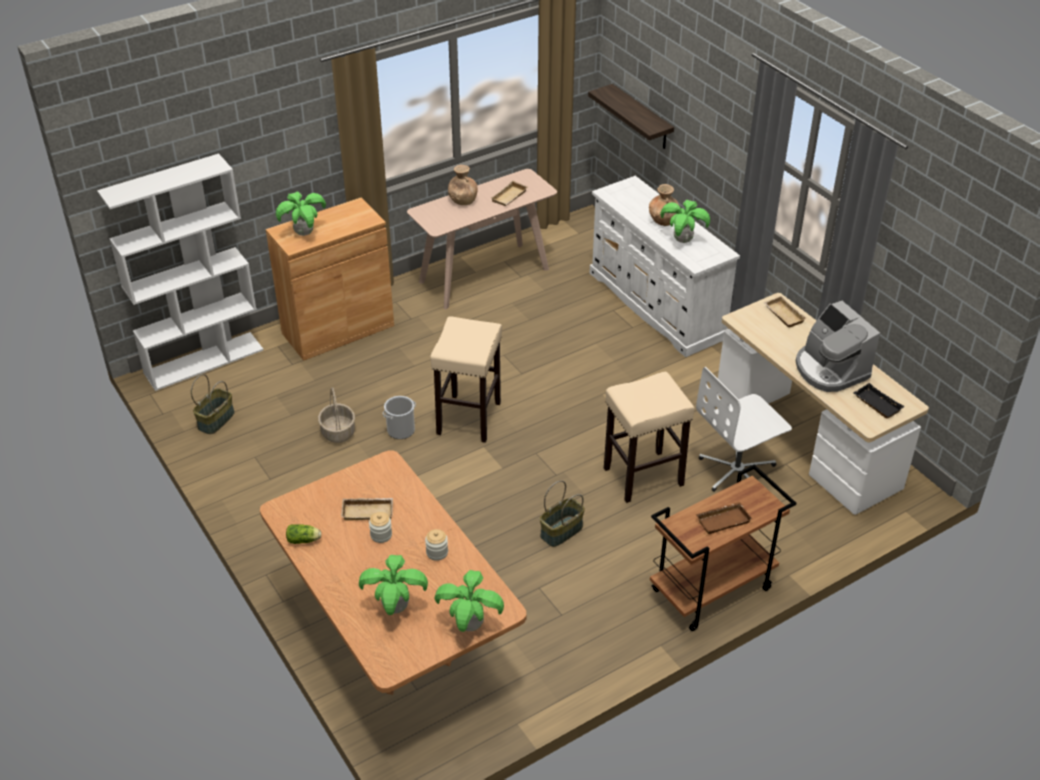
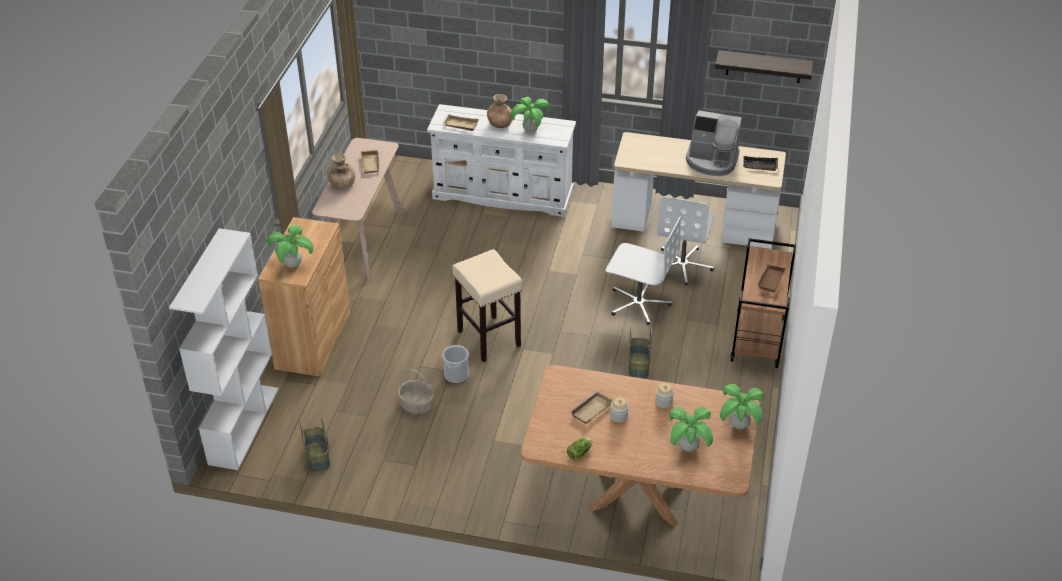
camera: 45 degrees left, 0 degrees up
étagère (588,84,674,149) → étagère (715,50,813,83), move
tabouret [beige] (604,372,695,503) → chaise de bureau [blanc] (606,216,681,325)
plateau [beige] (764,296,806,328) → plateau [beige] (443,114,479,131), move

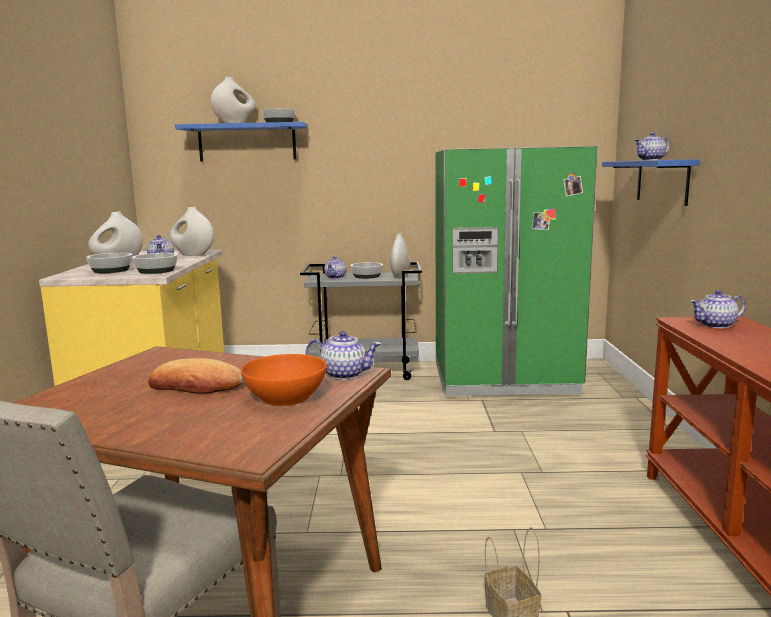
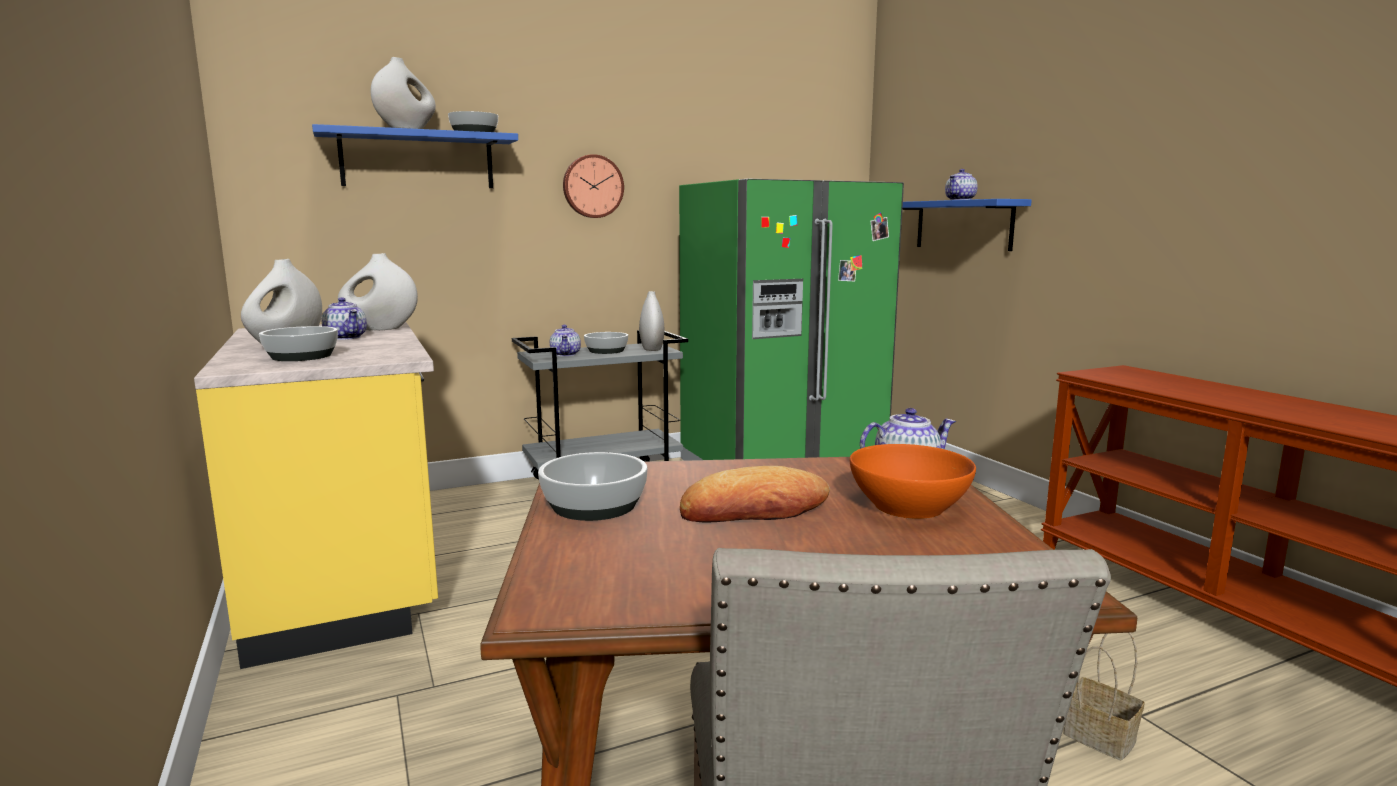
camera: 25 degrees left, 0 degrees up
bol (132,253,178,274) → bol (538,452,648,521), move
théière (690,290,746,328) → -
- → horloge murale (563,154,624,218)

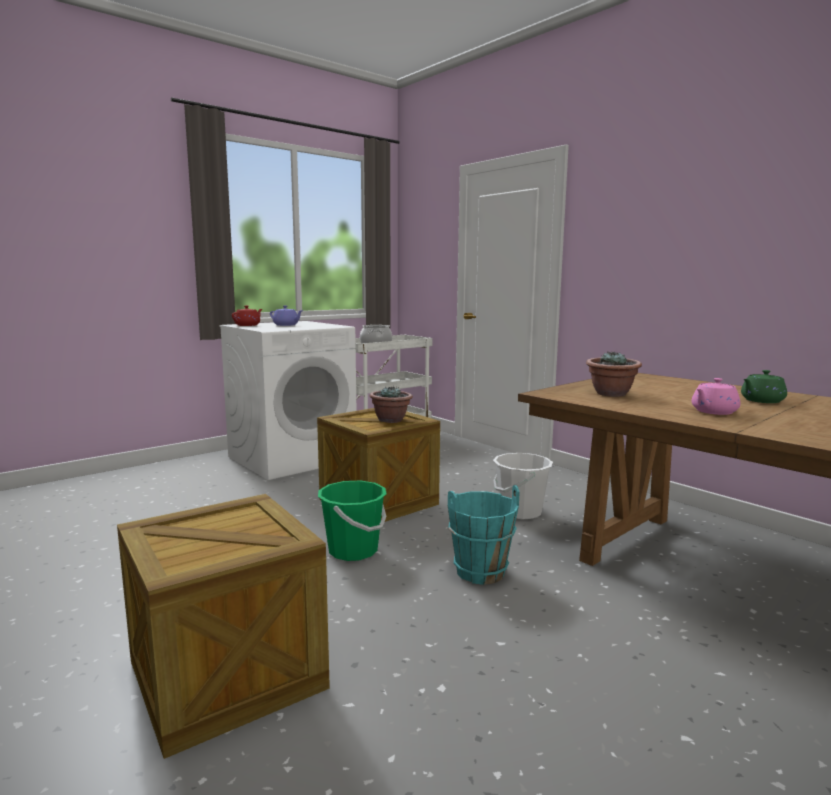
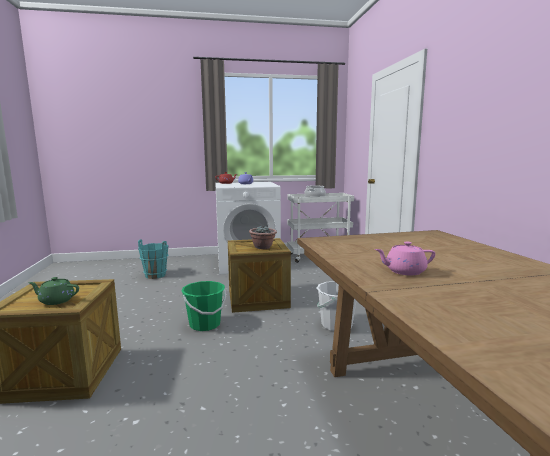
camera: 30 degrees right, 0 degrees up
seau [turquoise] (448,485,520,585) → seau [turquoise] (138,239,168,279), move
plante en pot (586,352,642,397) → -
théière [vert] (741,370,787,403) → théière [vert] (28,277,79,305), move

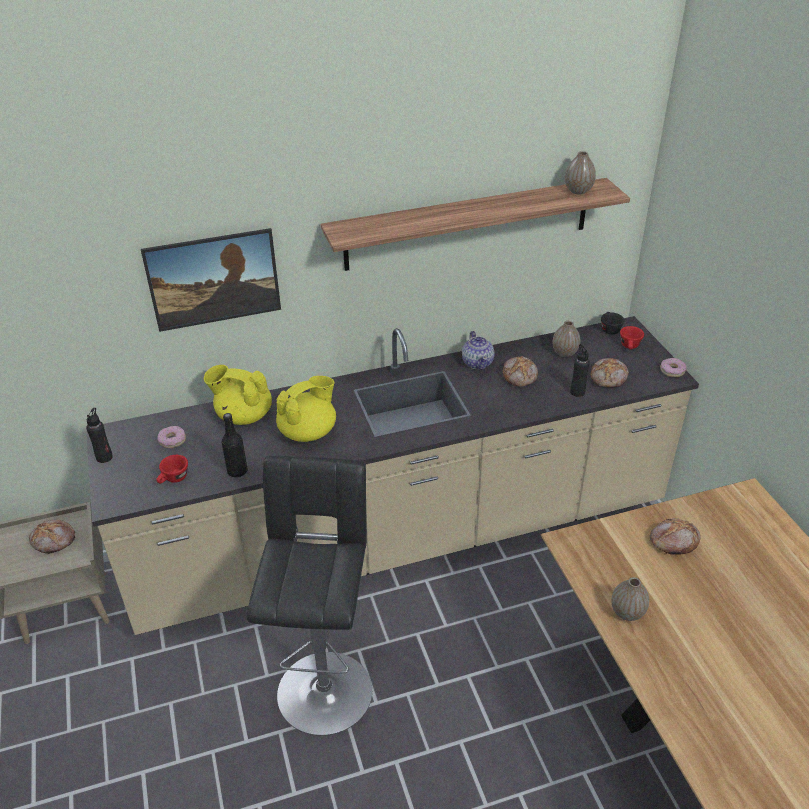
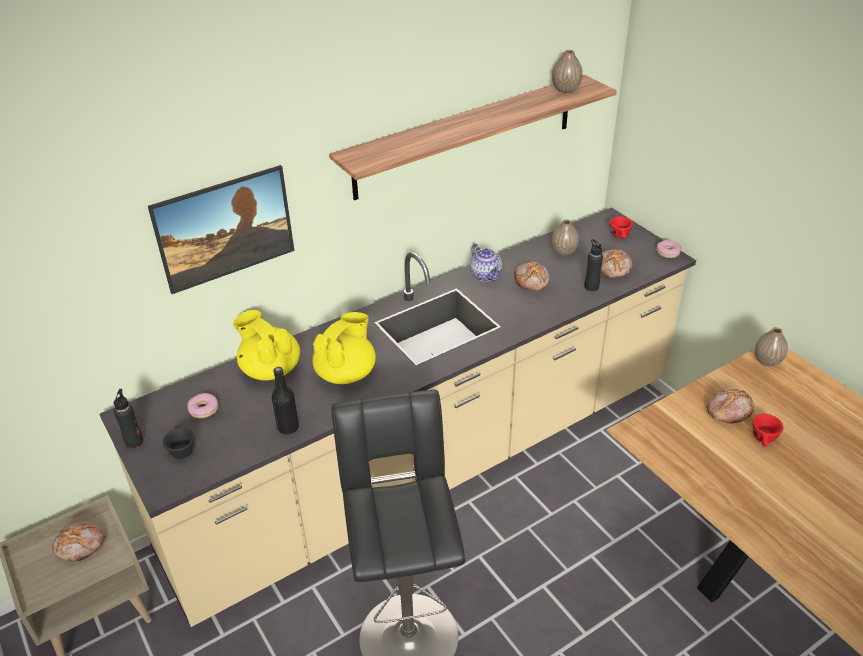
camera: 15 degrees left, 0 degrees up
tasse [rouge] (156,455,188,484) → tasse [rouge] (752,414,783,447), move
théière [jaune] (204,365,272,425) → théière [jaune] (233,310,300,381), 45 degrees clockwise
tasse [noir] (601,312,625,335) → tasse [noir] (163,426,195,459), move
vase (611,577,649,621) → vase (755,327,788,366), move

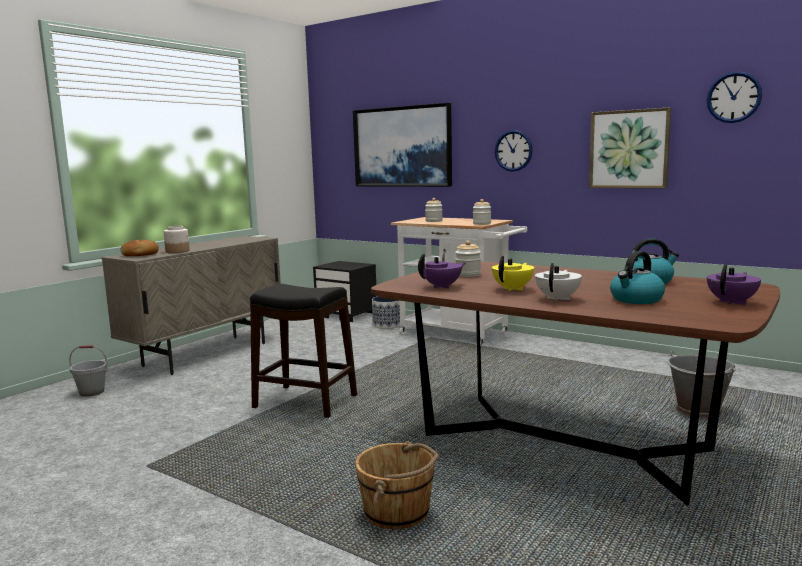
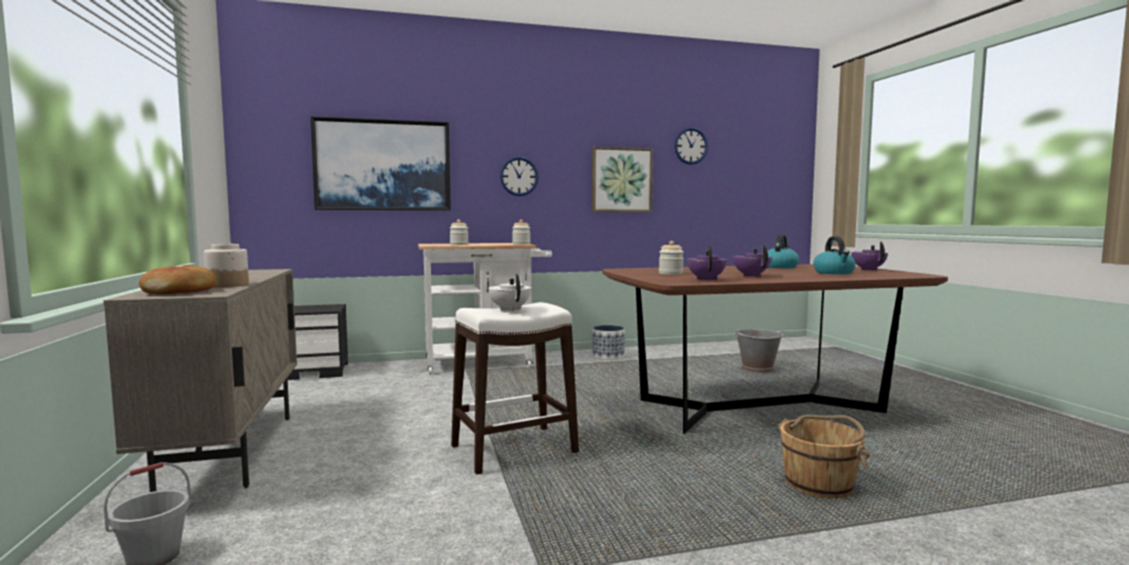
camera: 50 degrees left, 5 degrees down
tabouret [noir] (250,284,357,418) → tabouret [blanc] (451,302,579,475)
cache-pot (372,297,400,329) → cache-pot (592,325,625,360), move
théière [jaune] (492,256,534,291) → théière [violet] (733,244,771,277)
théière [blanc] (535,263,582,301) → théière [blanc] (488,274,531,311), move

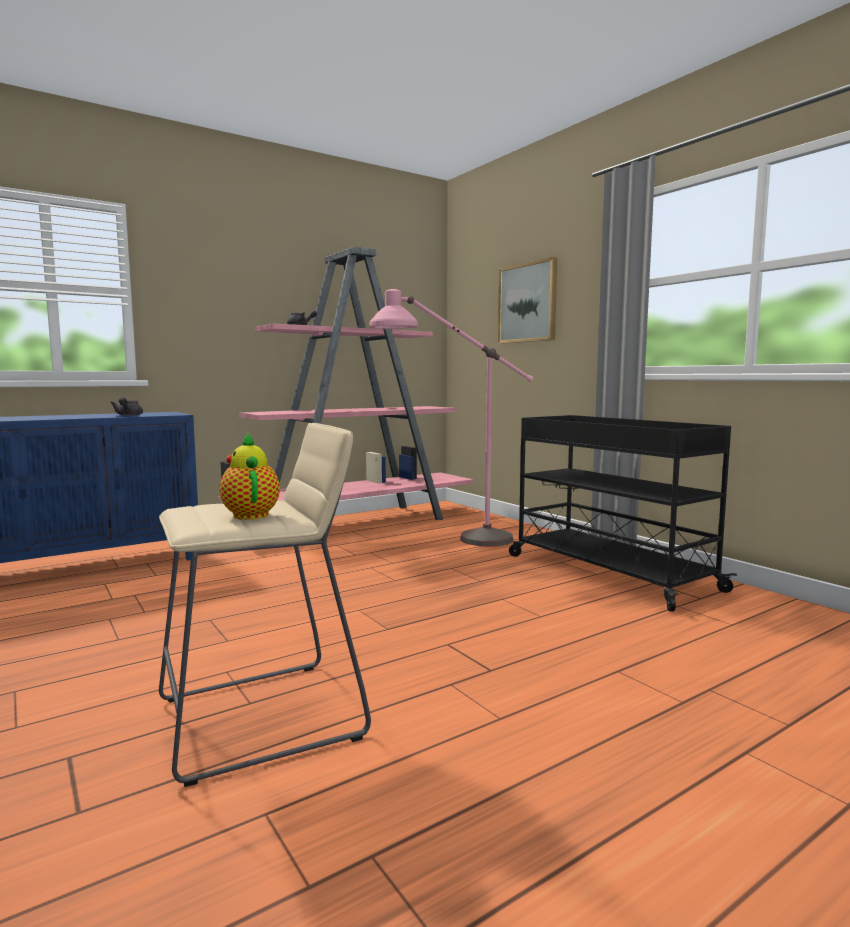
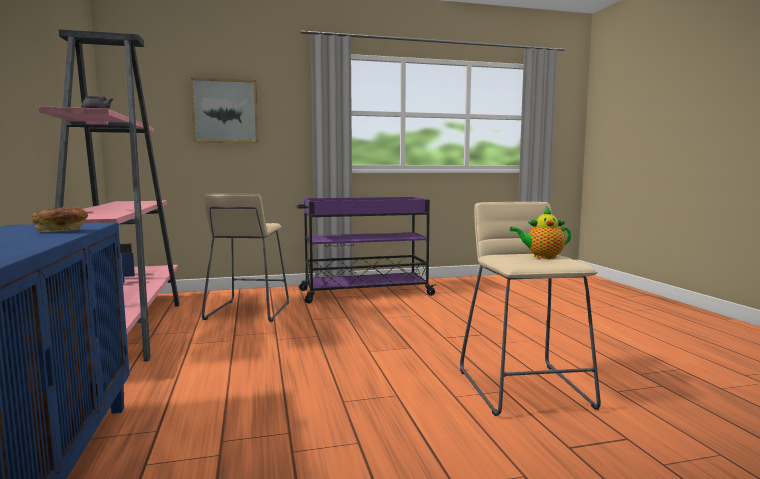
camera: 70 degrees left, 0 degrees up
théière [gris] (110,397,143,416) → pain (32,207,88,232)
lampadaire [rose] (369,289,533,547) → tabouret [beige] (202,194,289,322)
chariot [noir] (509,415,737,612) → chariot [violet] (295,197,436,304)

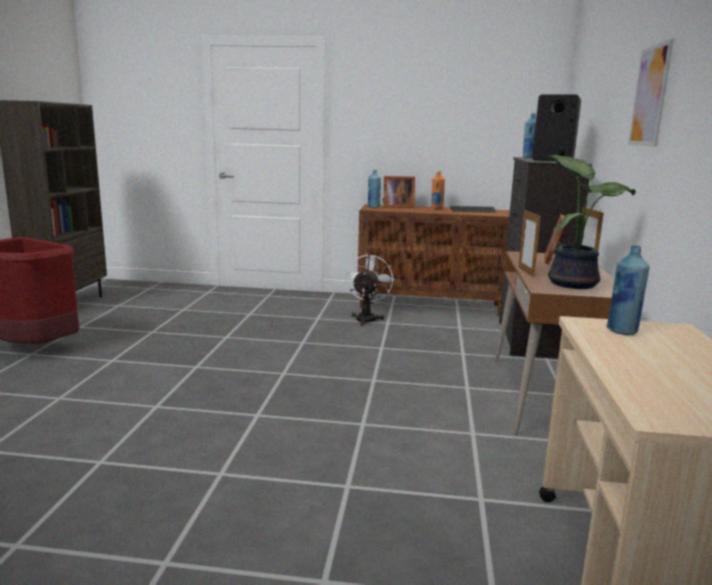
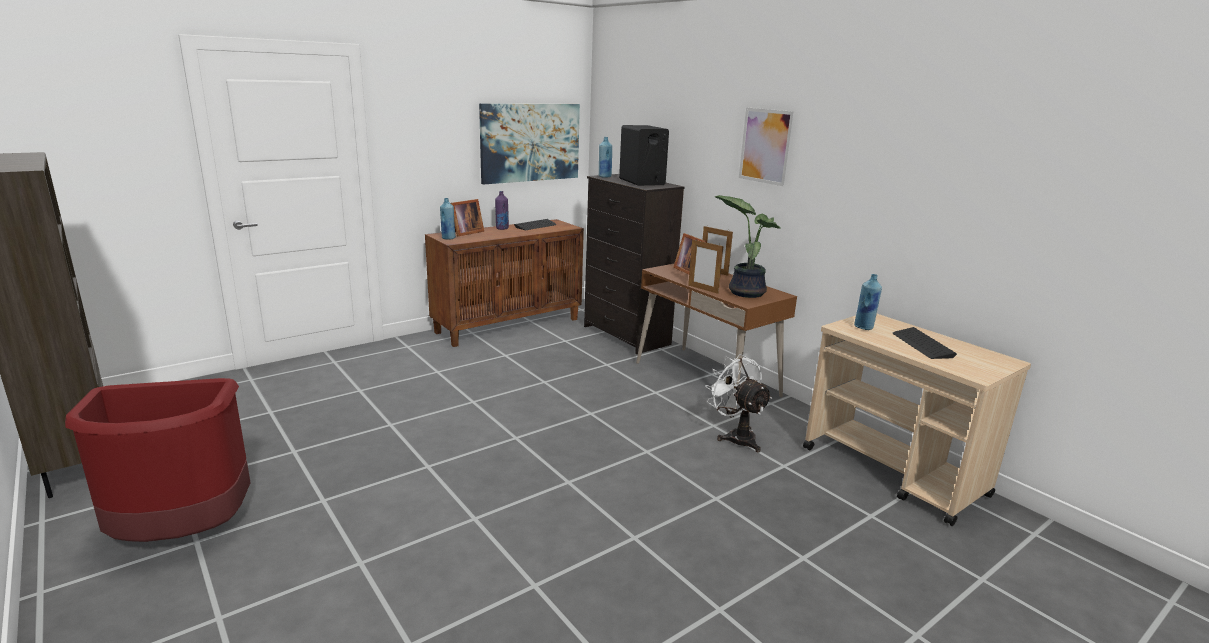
camera: 45 degrees left, 5 degrees up
ventilateur [blanc] (346,254,395,326) → ventilateur [blanc] (705,354,772,452), move
bouteille [orange] (431,171,445,209) → bouteille [violet] (495,191,509,230)
- → tableau (479,103,580,185)
- → clavier (892,327,957,359)

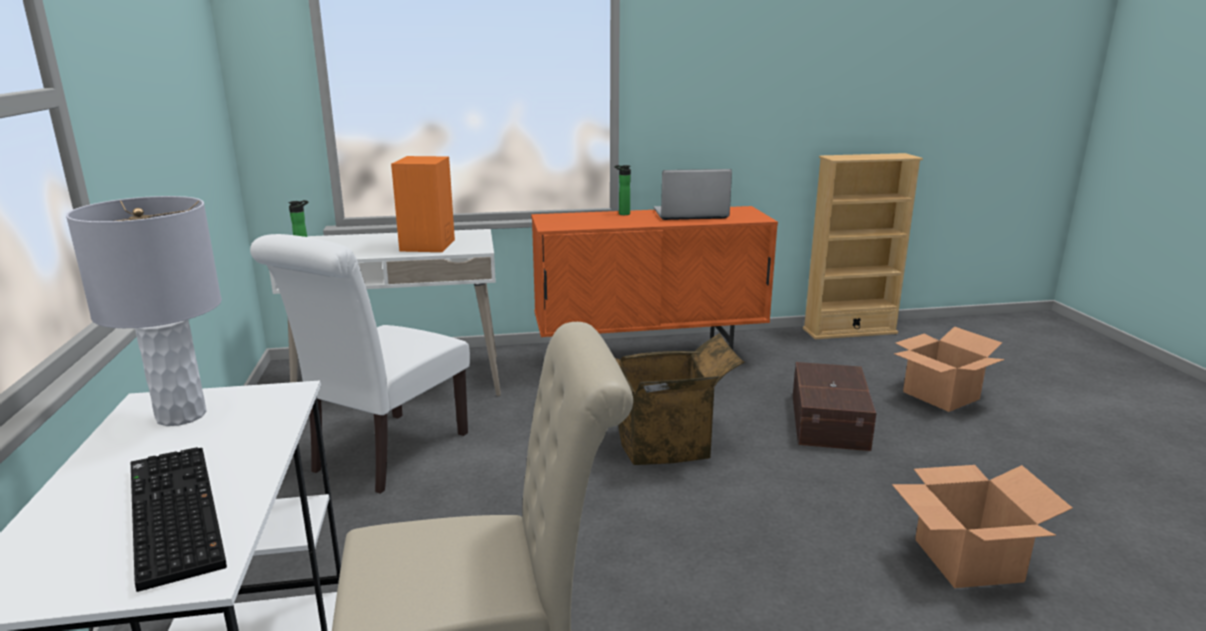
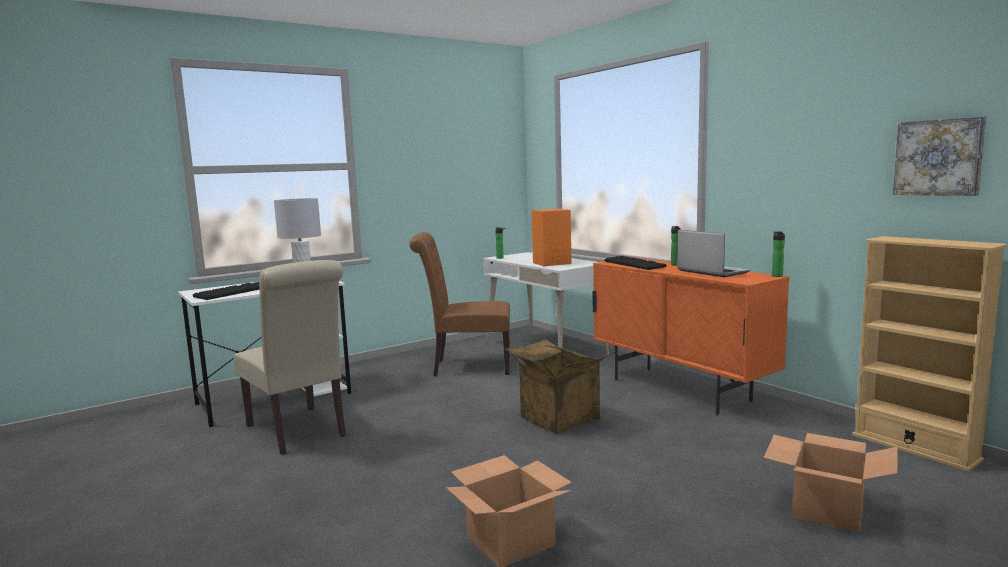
camera: 65 degrees right, 10 degrees down
chaise [blanc] (250,234,470,494) → chaise [marron] (410,232,510,376)
boîte de rangement [marron] (793,362,876,451) → -
- → clavier (604,256,666,270)
- → bouteille (772,232,785,277)
- → tableau (893,116,986,196)

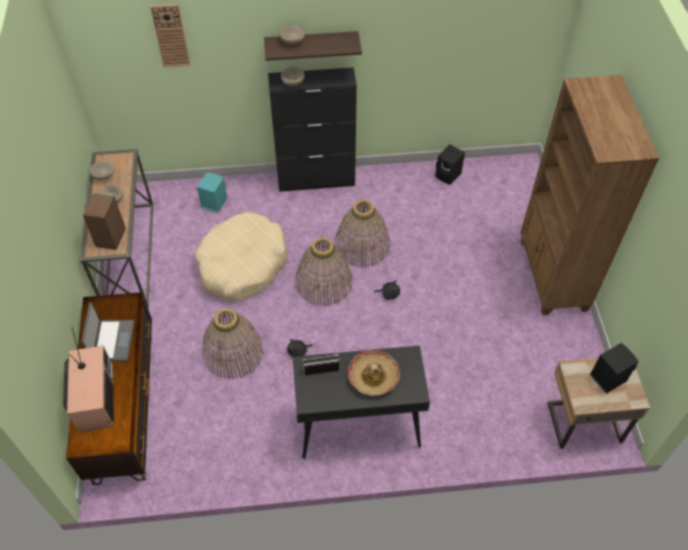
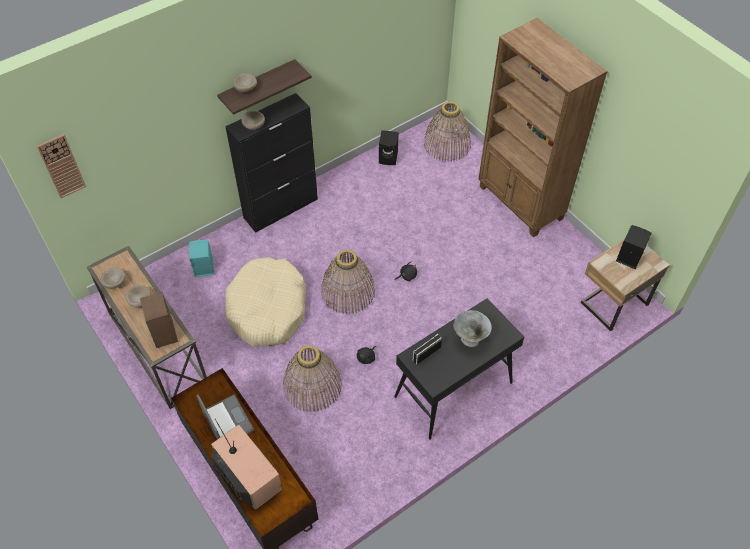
camera: 30 degrees left, 0 degrees up
horloge murale (150,4,190,67) → horloge murale (37,134,86,198), move
panier (335,200,390,268) → panier (424,102,471,162), move
chapeau (348,350,400,396) → bol [gris] (453,310,492,347)

